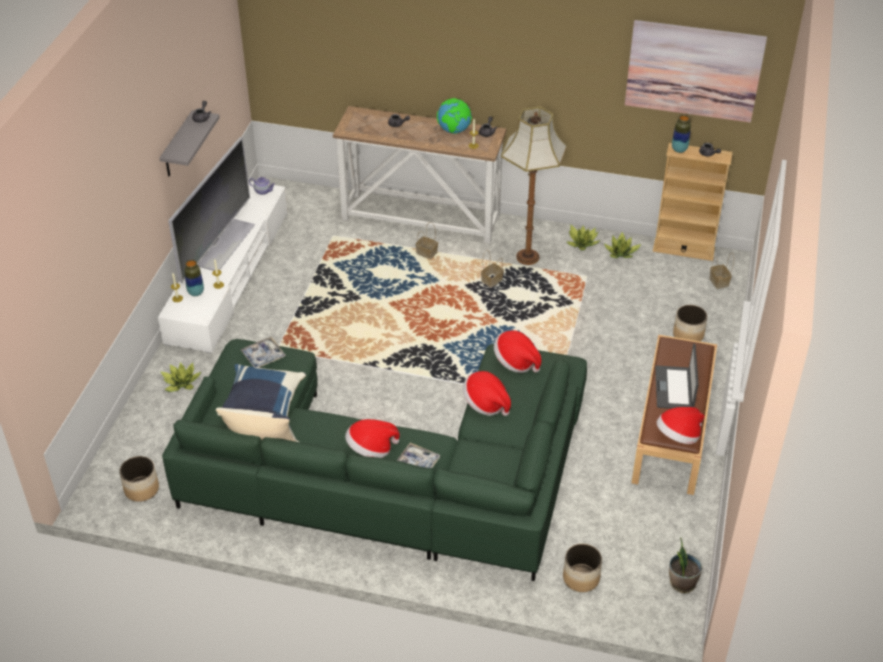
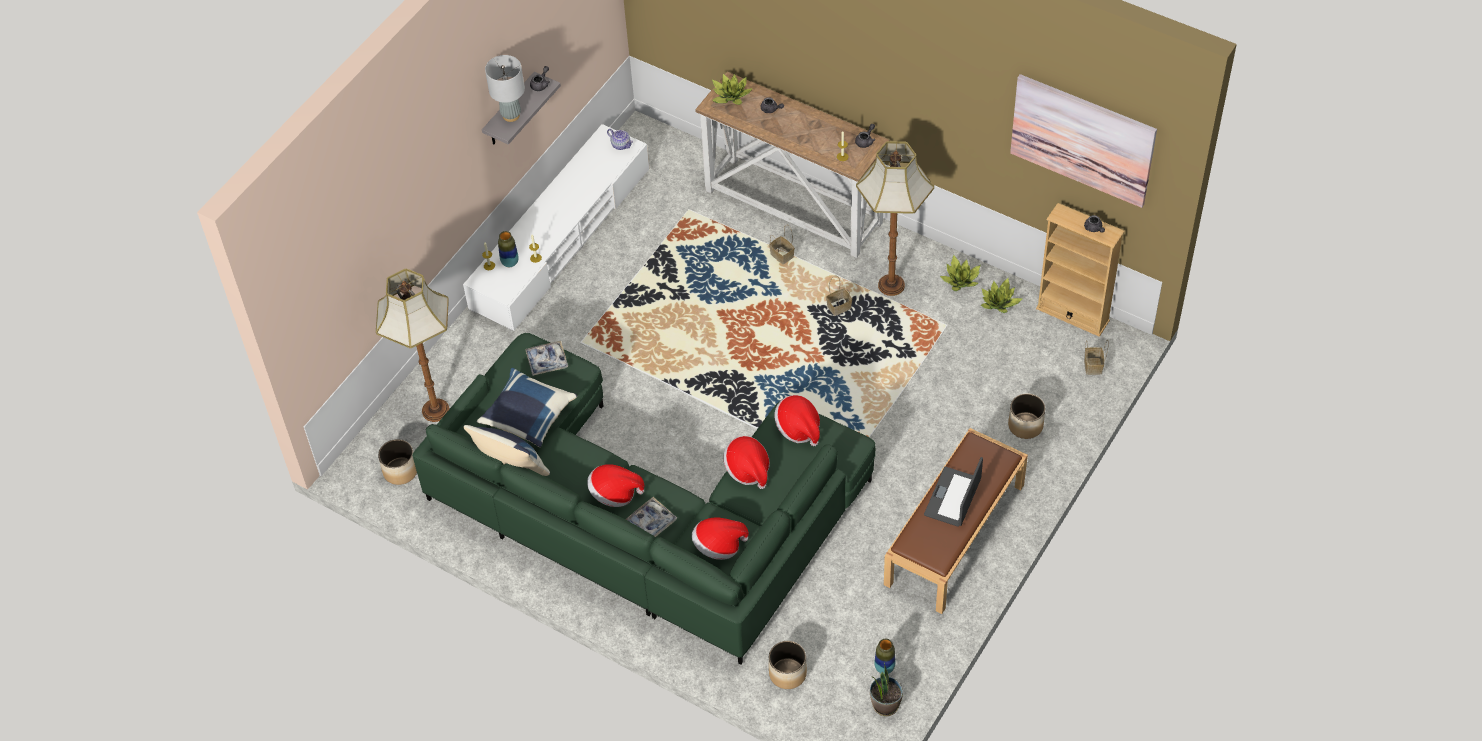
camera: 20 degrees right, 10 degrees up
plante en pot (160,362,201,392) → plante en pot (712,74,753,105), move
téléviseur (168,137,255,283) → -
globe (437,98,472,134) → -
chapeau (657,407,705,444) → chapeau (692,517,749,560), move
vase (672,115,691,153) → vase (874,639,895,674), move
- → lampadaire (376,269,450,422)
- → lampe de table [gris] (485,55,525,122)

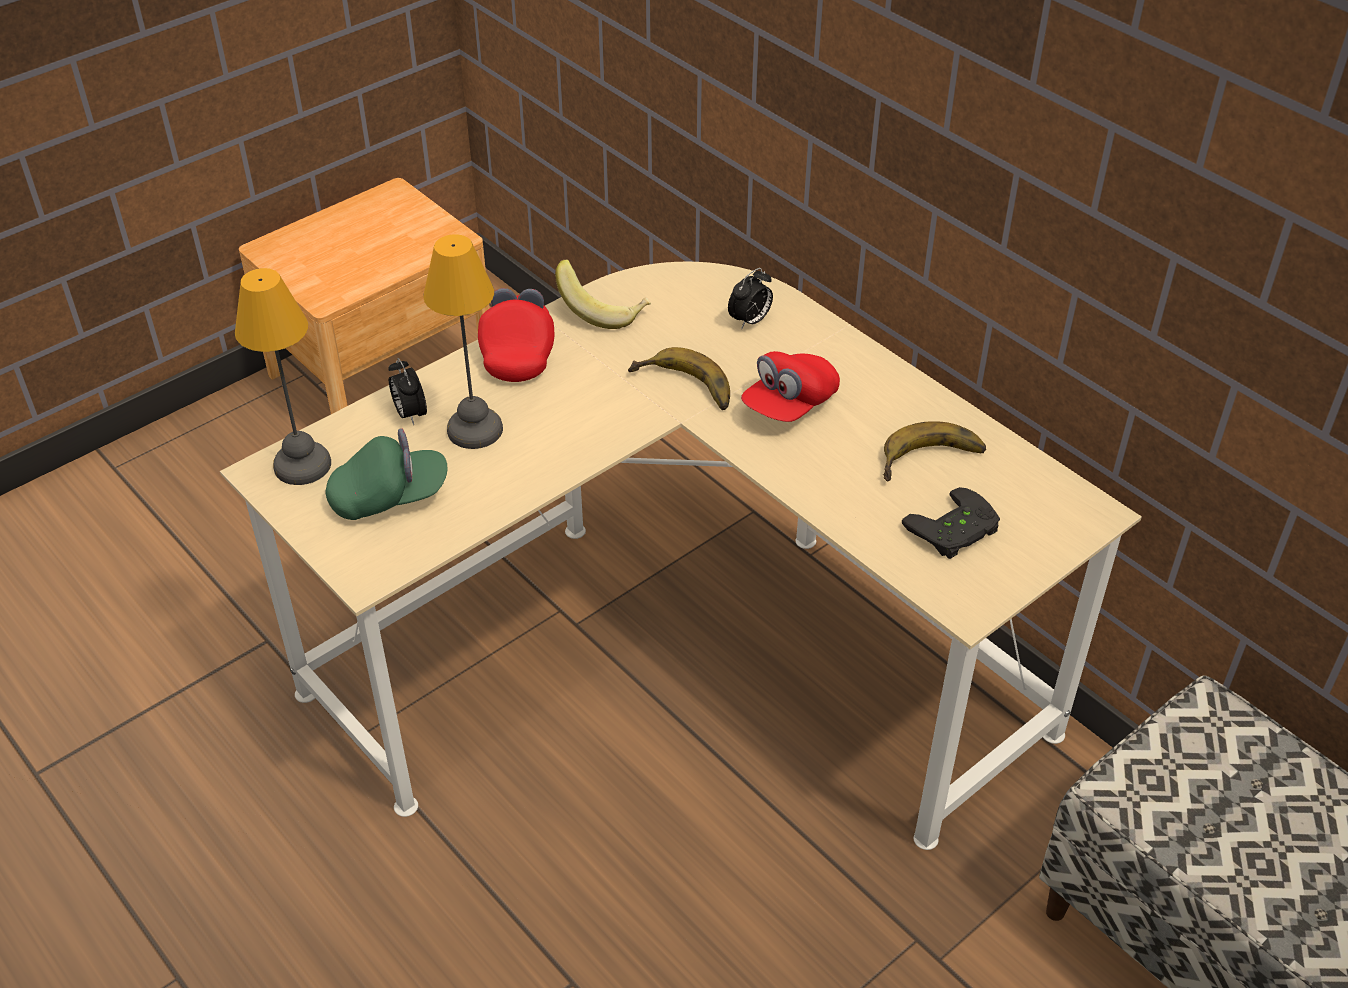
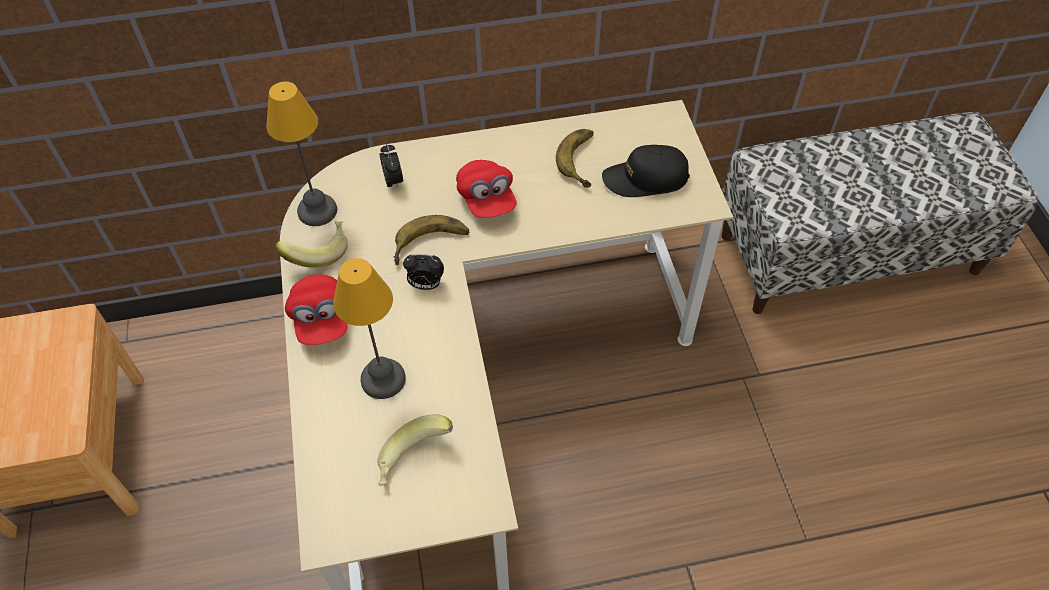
camera: 60 degrees left, 10 degrees up
lampe de table (235,268,331,485) → lampe de table (267,82,337,226), move
casquette [vert] (326,428,448,520) → banane (378,414,453,486)
réveil (388,358,427,425) → réveil (403,254,444,290), move
casquette [rouge] (478,288,554,382) → casquette [rouge] (285,274,347,345), 135 degrees counterclockwise
manette [noir] (902,487,1000,559) → casquette [noir] (602,145,690,197)

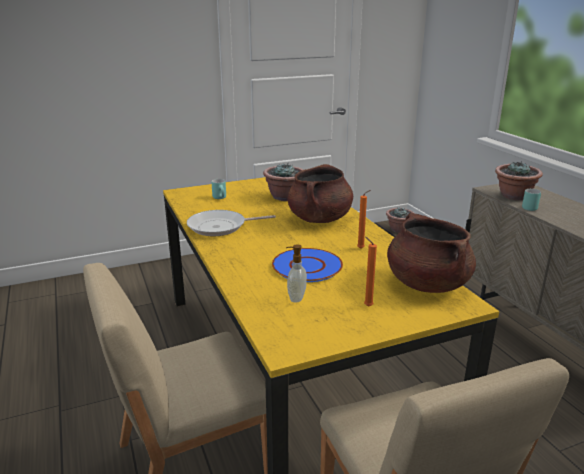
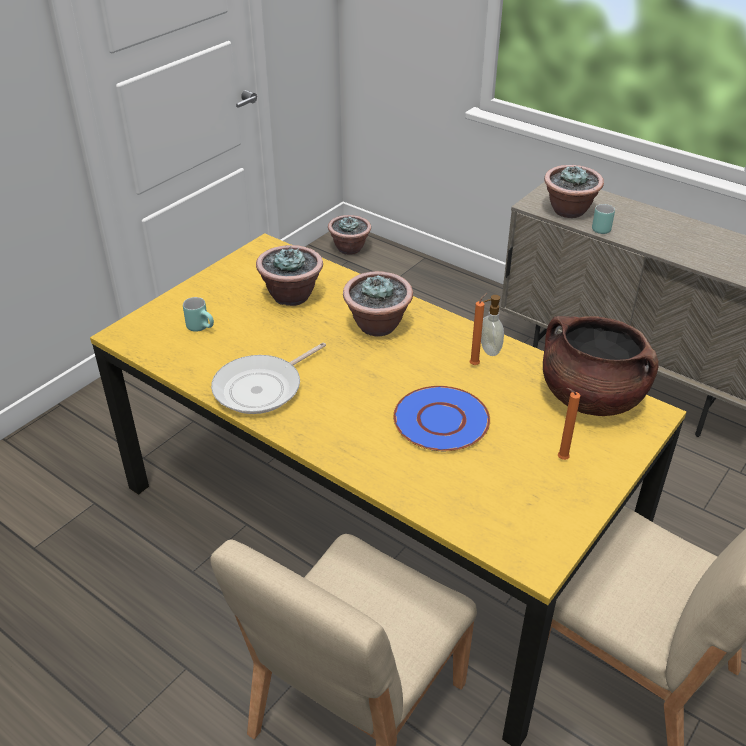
camera: 30 degrees left, 15 degrees up
distributeur de savon (286,244,307,302) → distributeur de savon (481,295,504,356), move
marmite [marron] (287,164,353,223) → plante en pot (343,271,413,336)

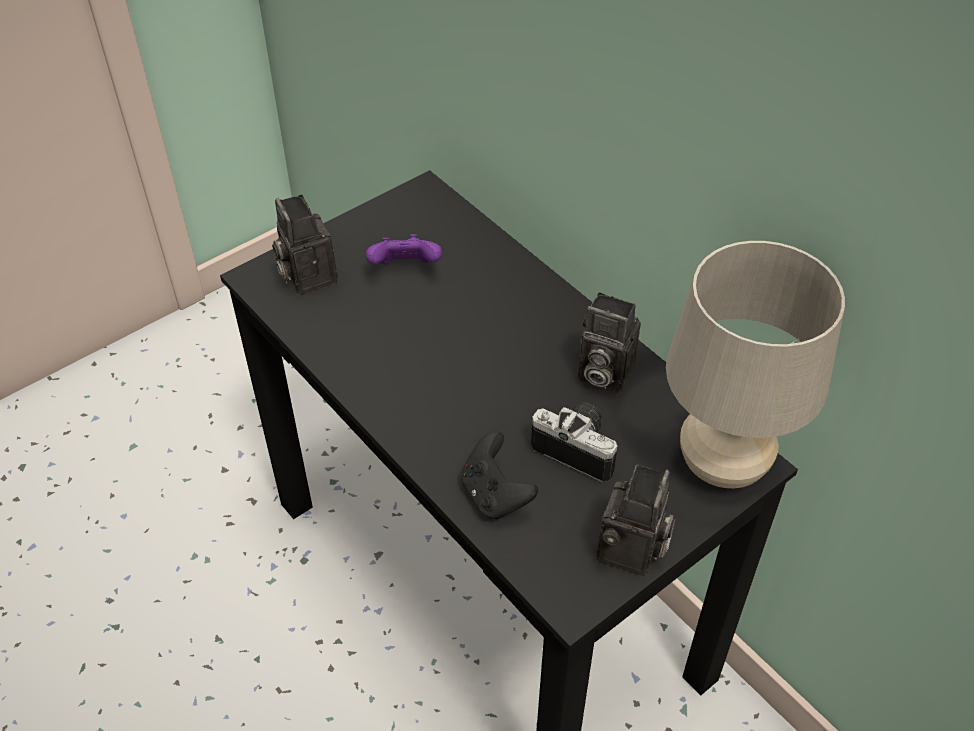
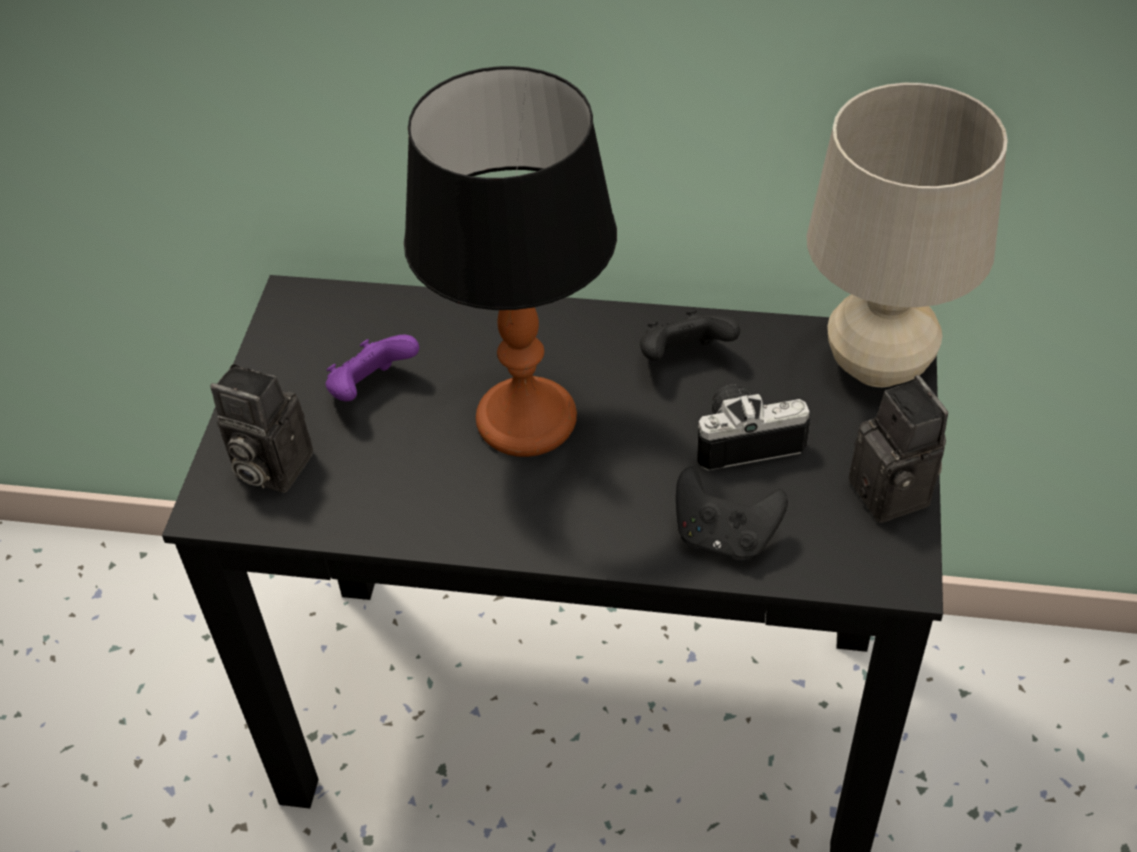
camera: 40 degrees left, 0 degrees up
appareil photo (578,292,641,394) → manette [noir] (640,310,740,361)
- → lampe de table (404,66,617,457)

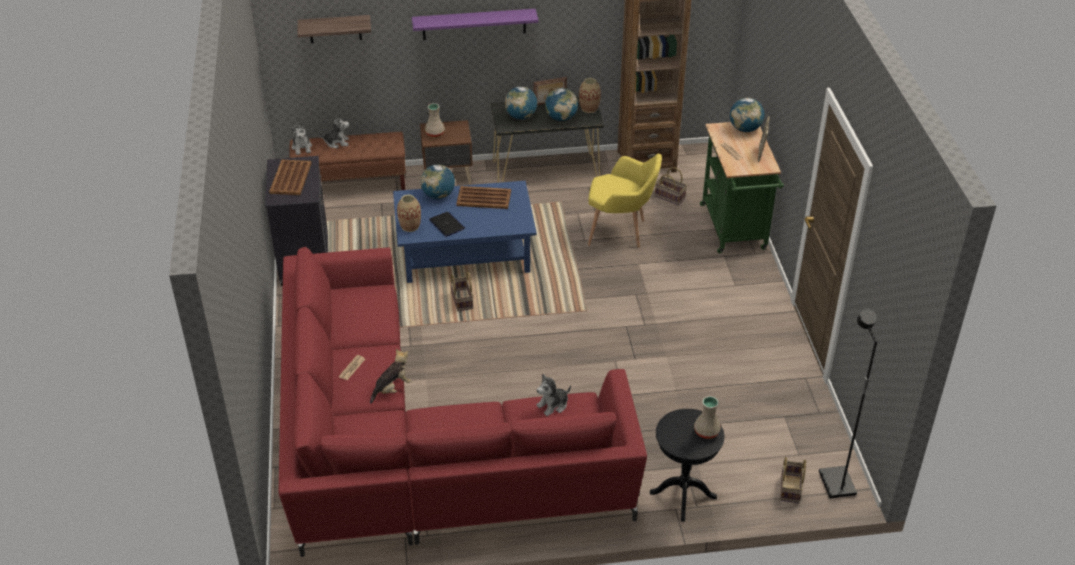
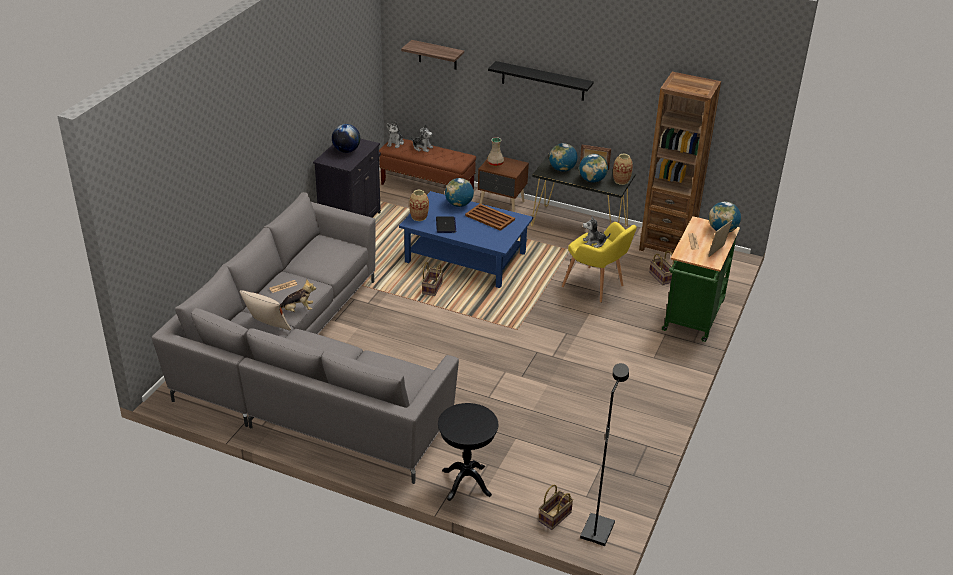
camera: 30 degrees right, 5 degrees down
plateau [marron] (269,160,312,195) → globe (332,124,360,153)
canapé [rouge] (279,247,647,557) → canapé [gris] (152,192,459,484)
étagère [violet] (412,9,539,40) → étagère [noir] (488,61,594,101)
peluche (536,374,571,416) → peluche (583,216,611,248), move
vase [beige] (694,396,721,439) → -
- → coussin [beige] (240,290,291,330)

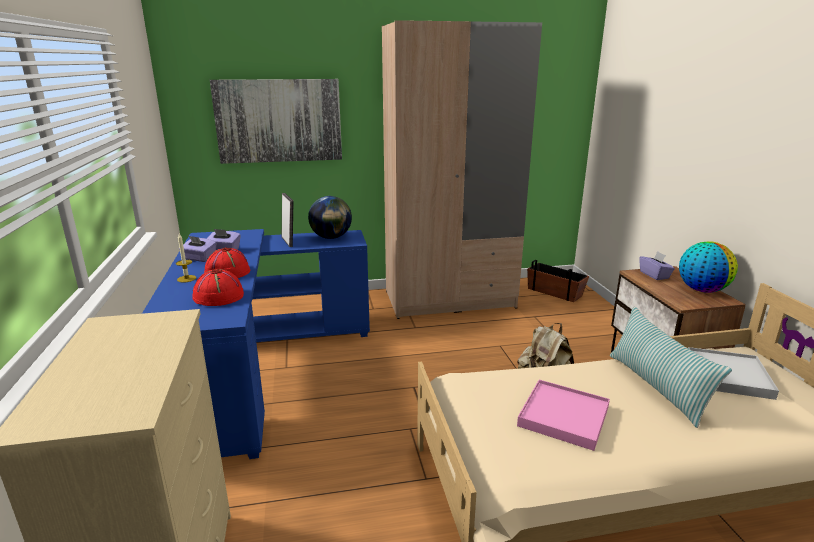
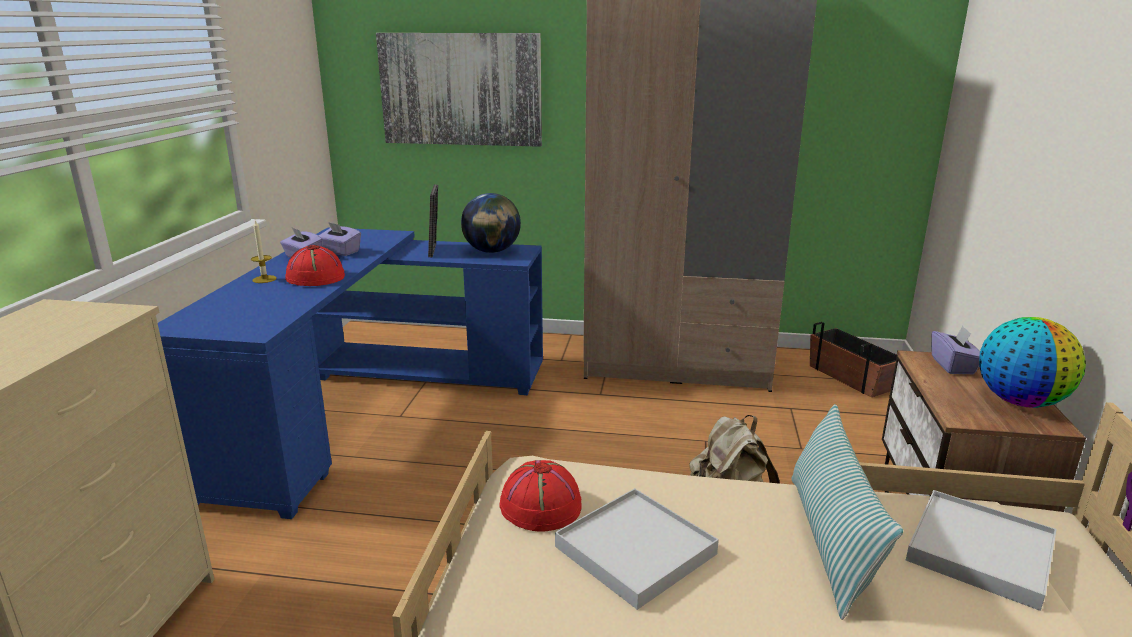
camera: 20 degrees right, 0 degrees up
chapeau [rouge] (192,269,244,306) → chapeau [rouge] (500,460,582,531), move
plateau [rose] (517,380,610,451) → plateau [blanc] (555,488,719,610)

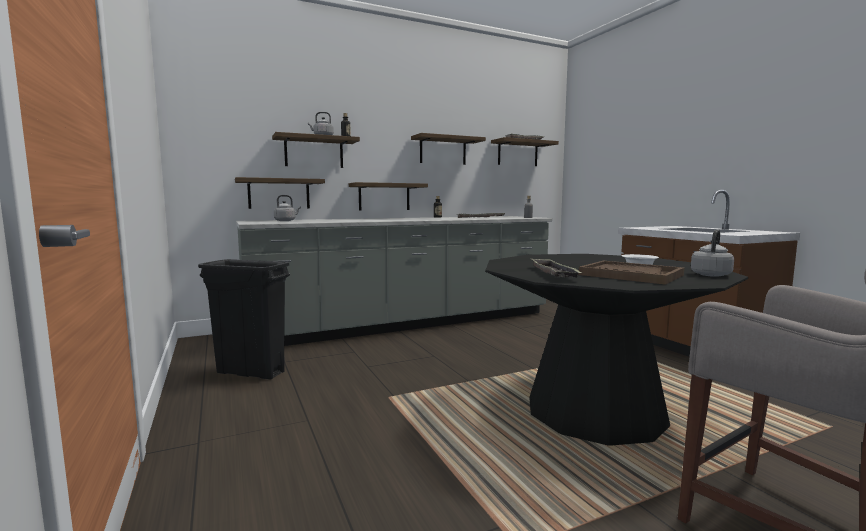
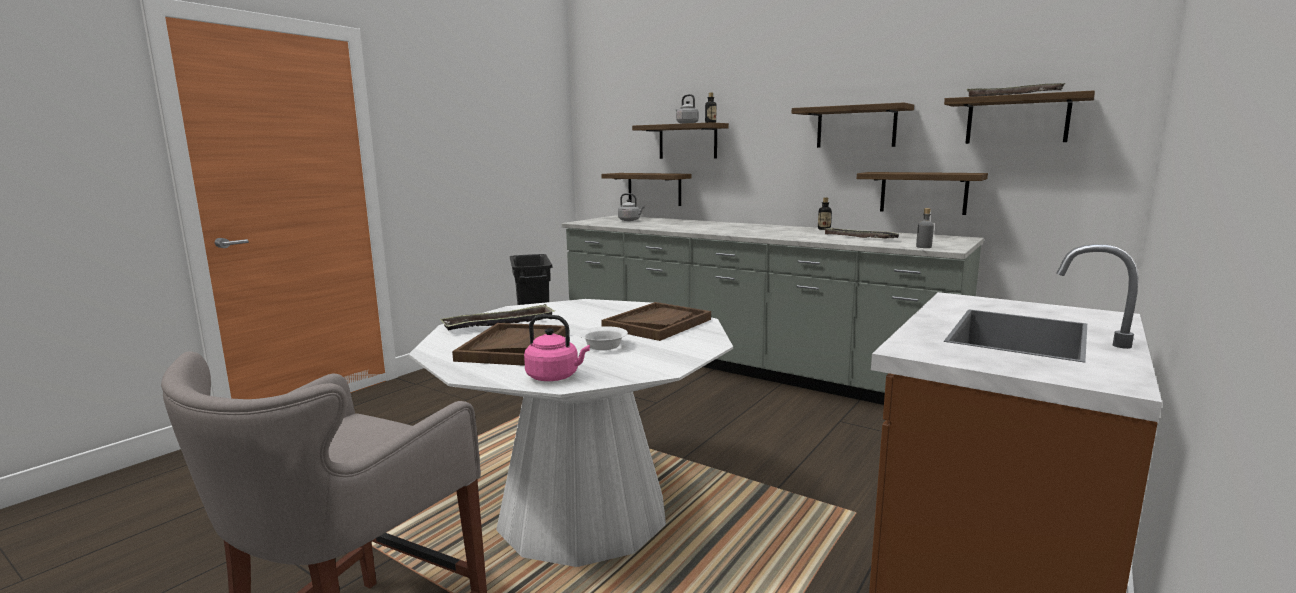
camera: 60 degrees right, 5 degrees up
étagère (349,182,428,210) → étagère (857,172,988,215), move
table à manger [noir] (485,254,748,446) → table à manger [blanc] (409,299,733,567)
bouilloire [gris] (691,230,734,277) → bouilloire [rose] (524,314,590,381)
- → plateau [marron] (601,302,711,341)

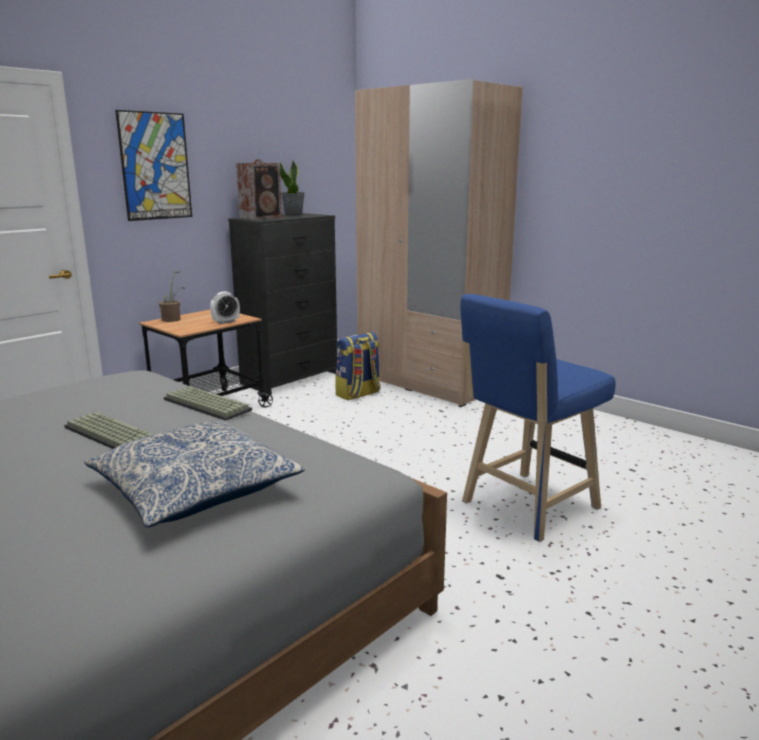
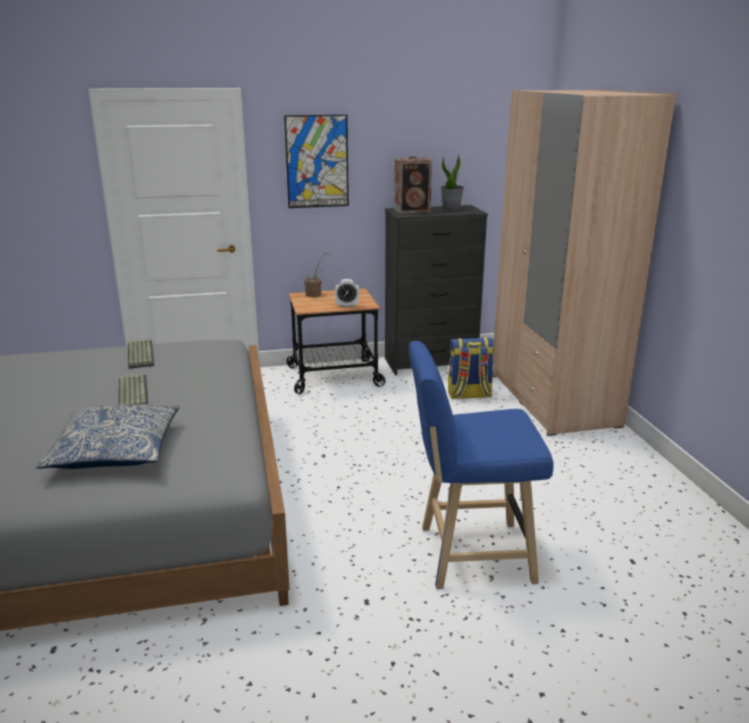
camera: 35 degrees right, 5 degrees up
clavier (164,386,252,420) → clavier (128,338,154,369), move

